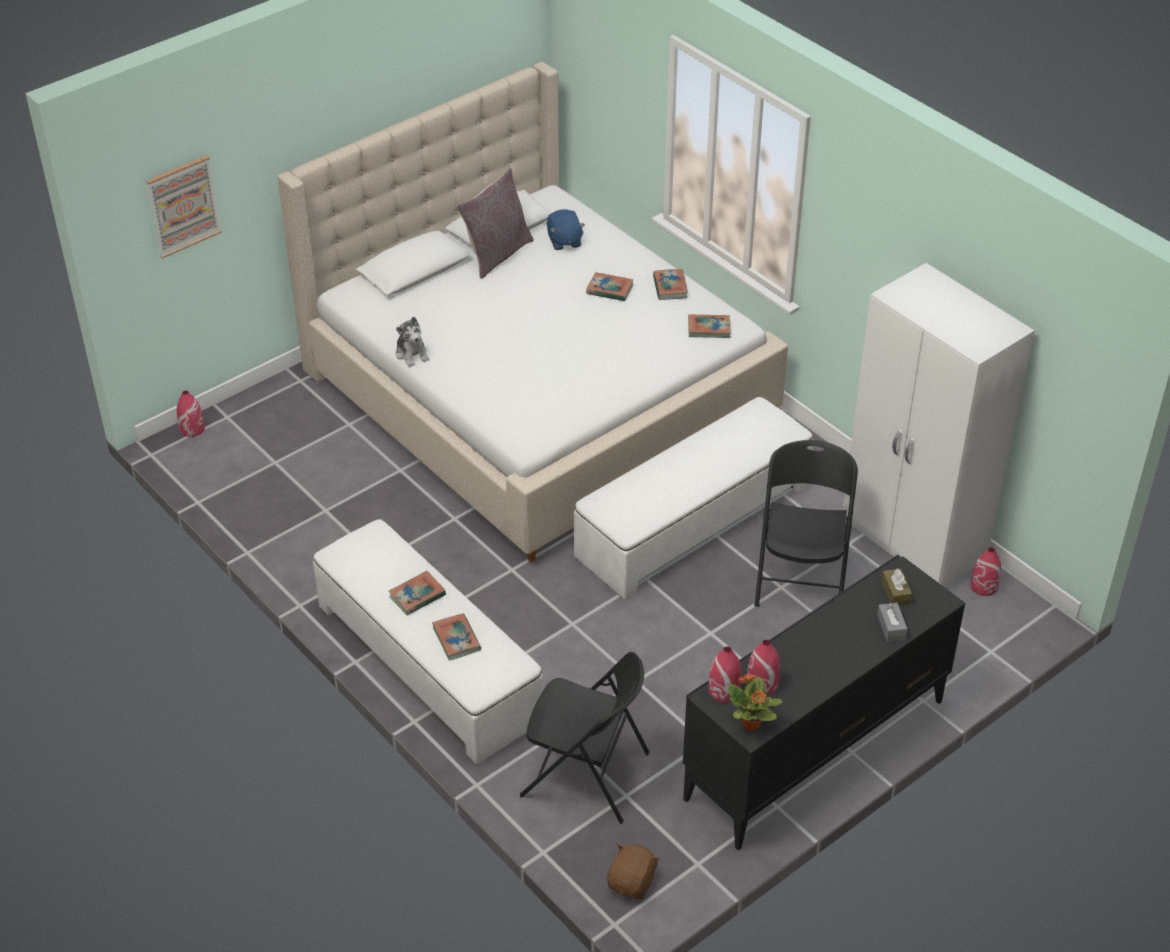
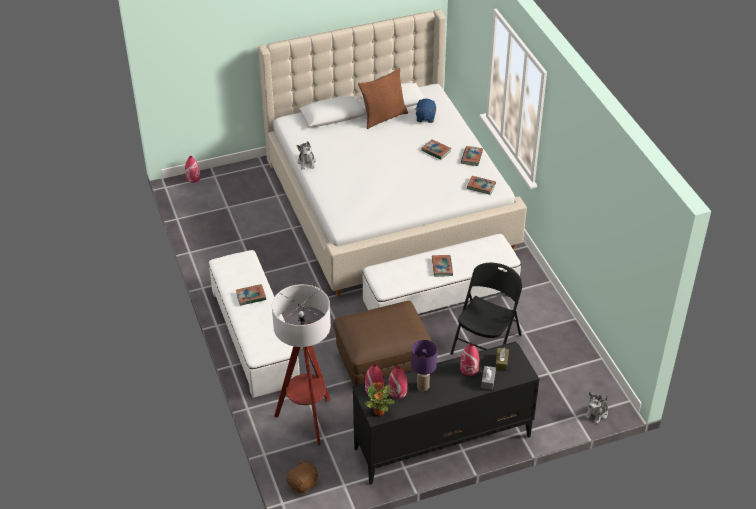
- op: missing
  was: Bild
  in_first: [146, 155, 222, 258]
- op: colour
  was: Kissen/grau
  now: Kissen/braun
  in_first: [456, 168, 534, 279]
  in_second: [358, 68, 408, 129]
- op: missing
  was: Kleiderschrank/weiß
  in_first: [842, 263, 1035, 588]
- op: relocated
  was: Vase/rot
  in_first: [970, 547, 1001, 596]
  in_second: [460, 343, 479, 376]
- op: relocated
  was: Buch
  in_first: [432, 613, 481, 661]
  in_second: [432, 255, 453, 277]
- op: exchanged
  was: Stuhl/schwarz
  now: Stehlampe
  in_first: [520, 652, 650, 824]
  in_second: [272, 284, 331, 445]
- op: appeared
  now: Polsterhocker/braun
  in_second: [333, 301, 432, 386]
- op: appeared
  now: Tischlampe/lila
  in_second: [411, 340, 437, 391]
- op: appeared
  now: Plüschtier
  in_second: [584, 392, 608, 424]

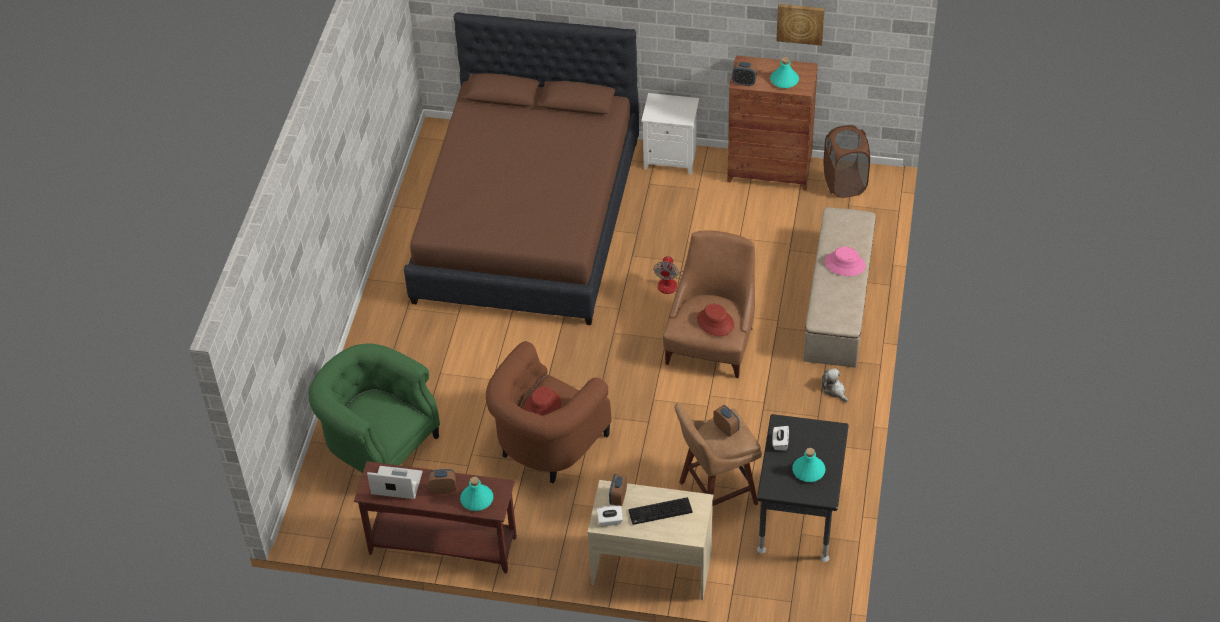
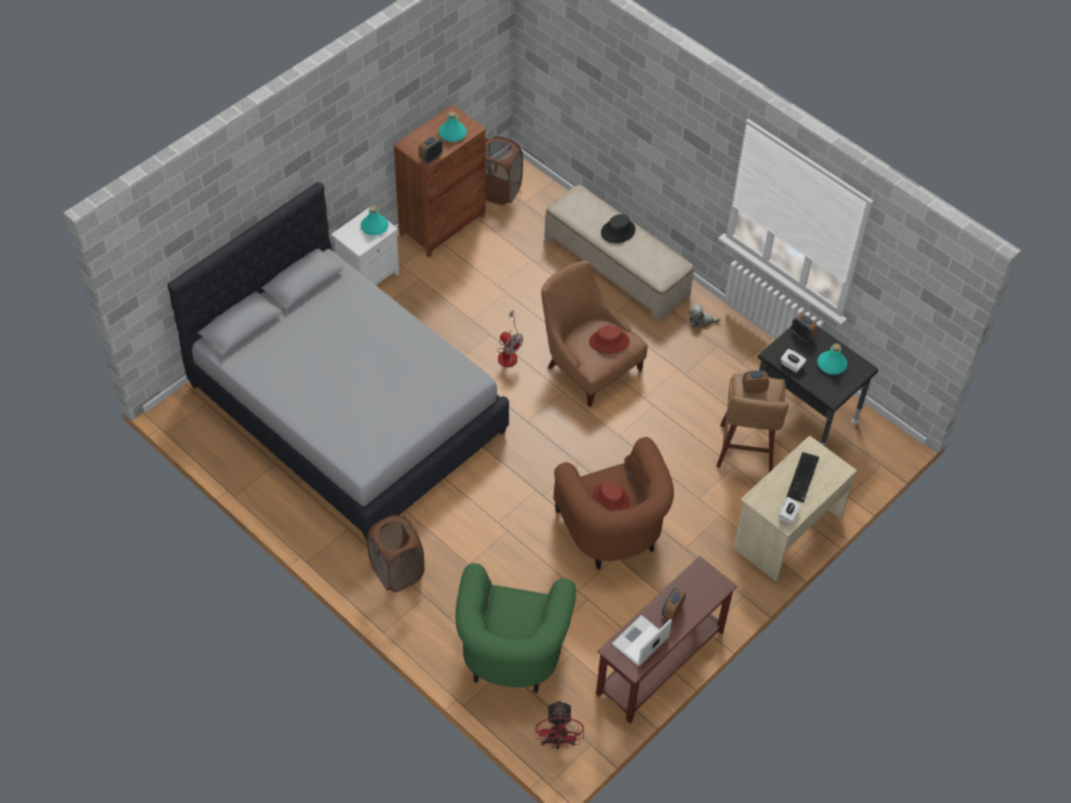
- op: missing
  was: Bild
  in_first: [777, 4, 825, 46]
- op: colour
  was: Bett/braun
  now: Bett/grau
  in_first: [404, 12, 639, 325]
  in_second: [167, 182, 509, 541]
- op: colour
  was: Hut/rosa
  now: Hut/schwarz
  in_first: [824, 247, 866, 276]
  in_second: [601, 214, 636, 243]
- op: spun
  was: Sessel/grün
  in_first: [309, 344, 440, 473]
  in_second: [455, 563, 576, 693]
  clockwise: -60
- op: relocated
  was: Wecker
  in_first: [609, 474, 627, 506]
  in_second: [791, 313, 818, 342]
- op: relocated
  was: Flasche/türkis
  in_first: [460, 477, 493, 511]
  in_second: [360, 206, 389, 236]
- op: appeared
  now: Wäschekorb/braun
  in_second: [367, 515, 425, 592]
- op: appeared
  now: Ventilator/rot
  in_second: [535, 700, 584, 749]

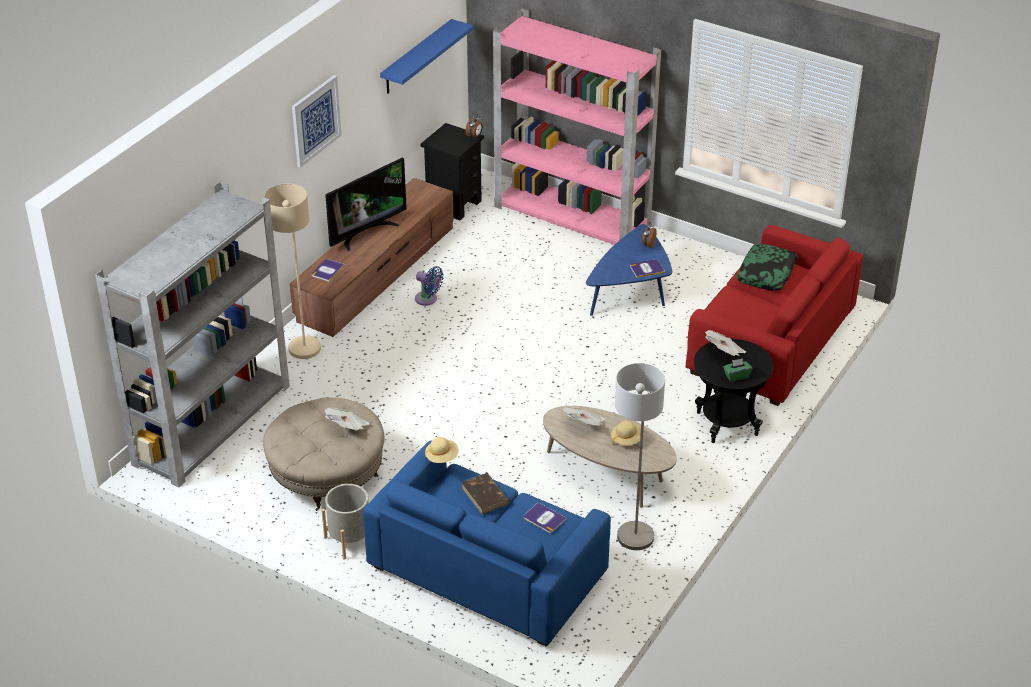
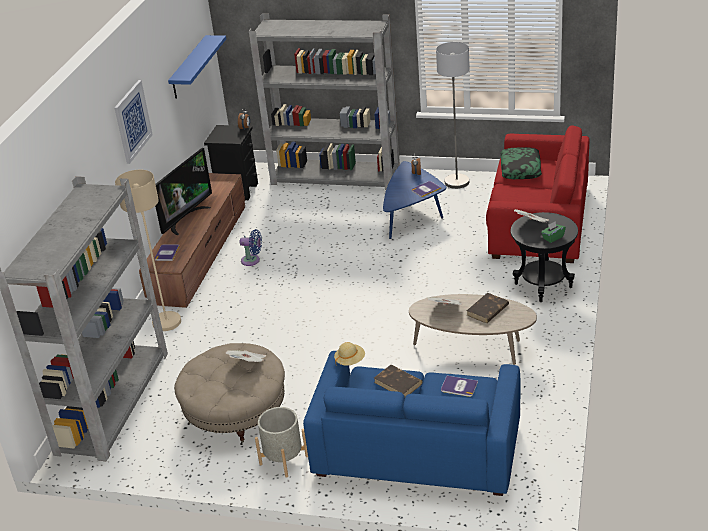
- op: colour
  was: Bücherregal/rosa
  now: Bücherregal/grau
  in_first: [493, 9, 661, 245]
  in_second: [249, 13, 400, 190]
- op: relocated
  was: Stehlampe/grau
  in_first: [615, 363, 665, 550]
  in_second: [436, 42, 469, 189]
- op: exchanged
  was: Hut/beige
  now: Buch/braun
  in_first: [611, 421, 644, 446]
  in_second: [467, 293, 509, 323]

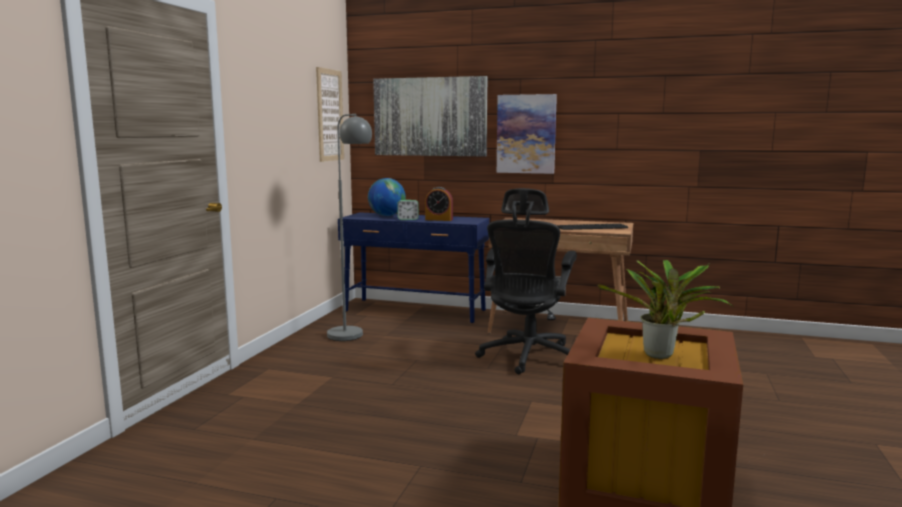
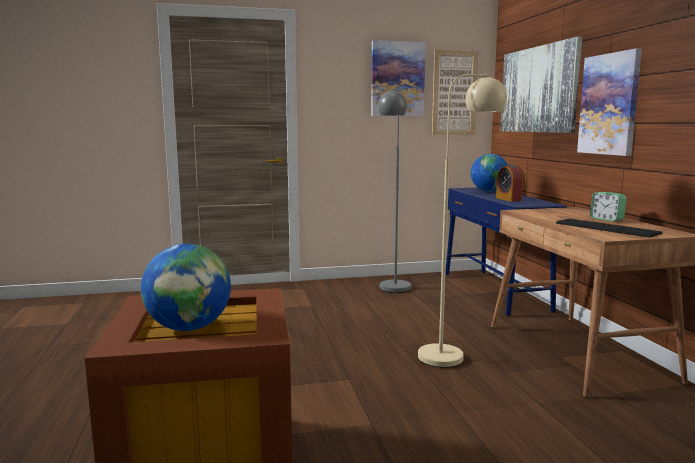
- op: exchanged
  was: Bürostuhl
  now: Stehlampe/beige
  in_first: [475, 188, 577, 374]
  in_second: [418, 74, 507, 368]
- op: relocated
  was: Wecker
  in_first: [397, 200, 419, 220]
  in_second: [590, 192, 627, 222]
- op: exchanged
  was: Topfpflanze
  now: Globus
  in_first: [597, 260, 733, 359]
  in_second: [141, 244, 231, 331]
- op: appeared
  now: Bild
  in_second: [371, 40, 426, 116]

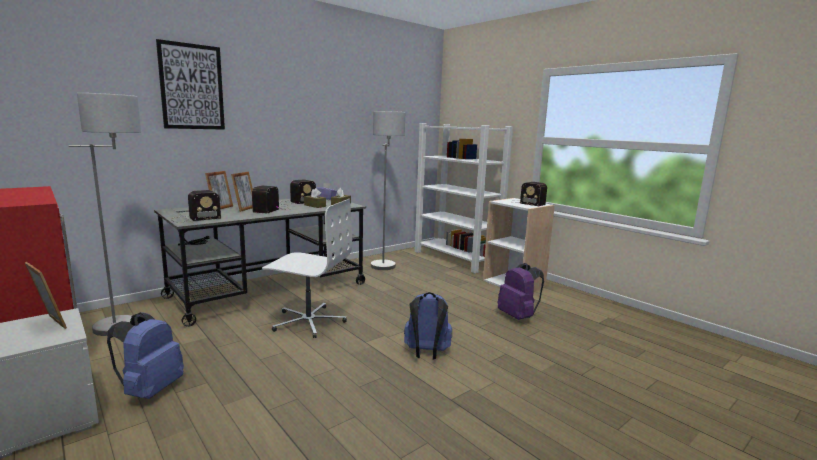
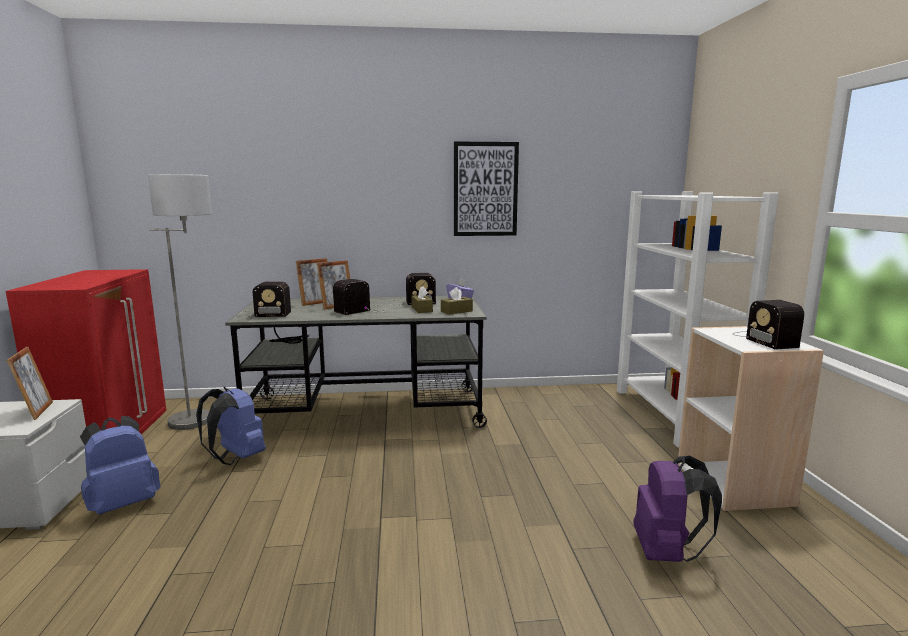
- op: relocated
  was: Bild
  in_first: [156, 39, 225, 130]
  in_second: [454, 141, 519, 236]
- op: missing
  was: Stehlampe/grau
  in_first: [371, 111, 405, 270]
- op: missing
  was: Bürostuhl/weiß
  in_first: [262, 199, 352, 338]
- op: relocated
  was: Rucksack/blau
  in_first: [404, 292, 452, 360]
  in_second: [196, 387, 266, 465]

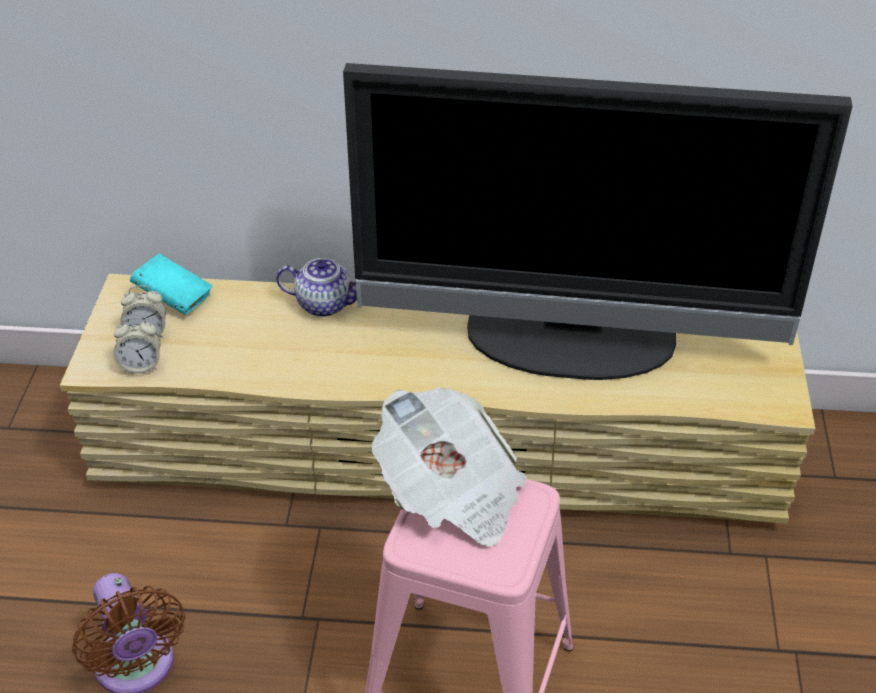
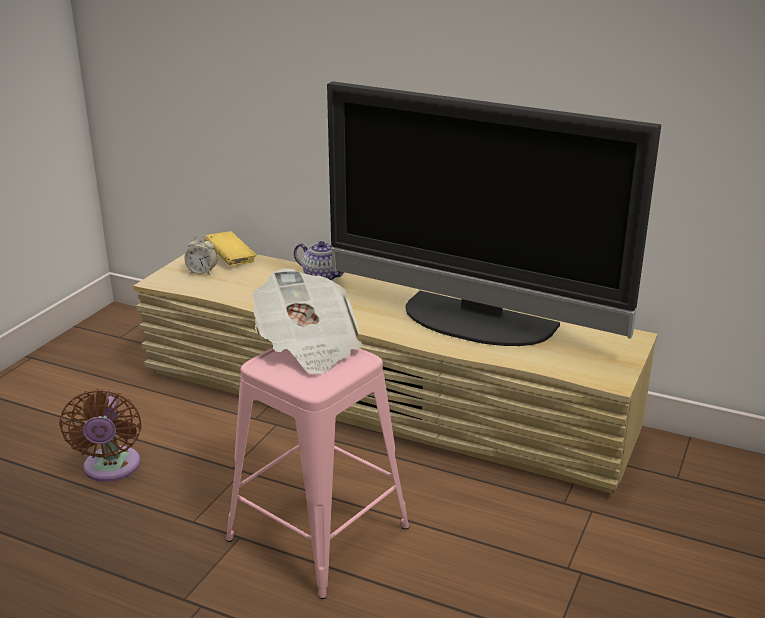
- op: colour
  was: Buch/türkis
  now: Buch/gelb
  in_first: [130, 254, 213, 315]
  in_second: [204, 231, 257, 266]
- op: missing
  was: Wecker
  in_first: [113, 317, 160, 374]

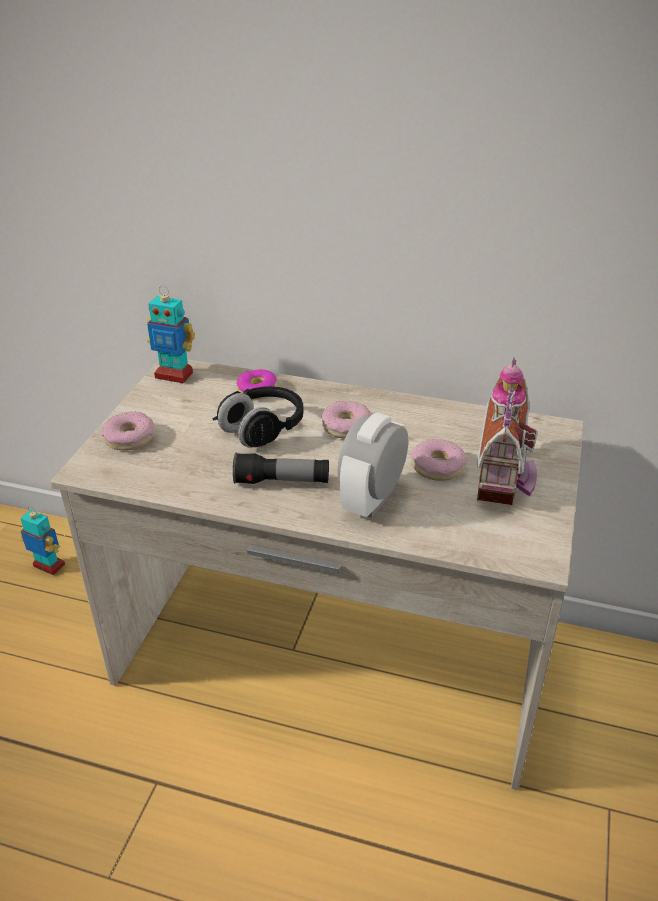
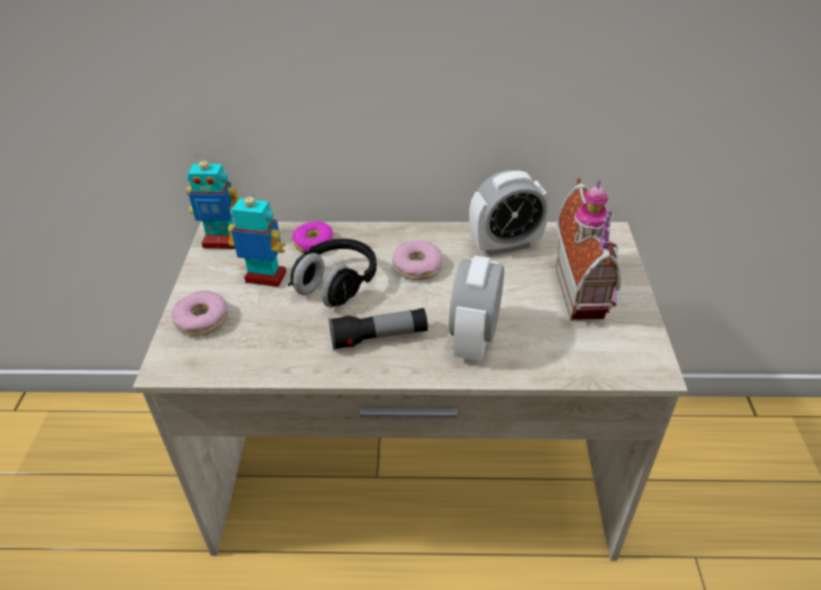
- op: missing
  was: Donut
  in_first: [411, 439, 467, 481]
- op: relocated
  was: Spielzeugroboter
  in_first: [20, 507, 65, 575]
  in_second: [228, 189, 286, 287]
- op: appeared
  now: Wecker
  in_second: [469, 170, 550, 256]

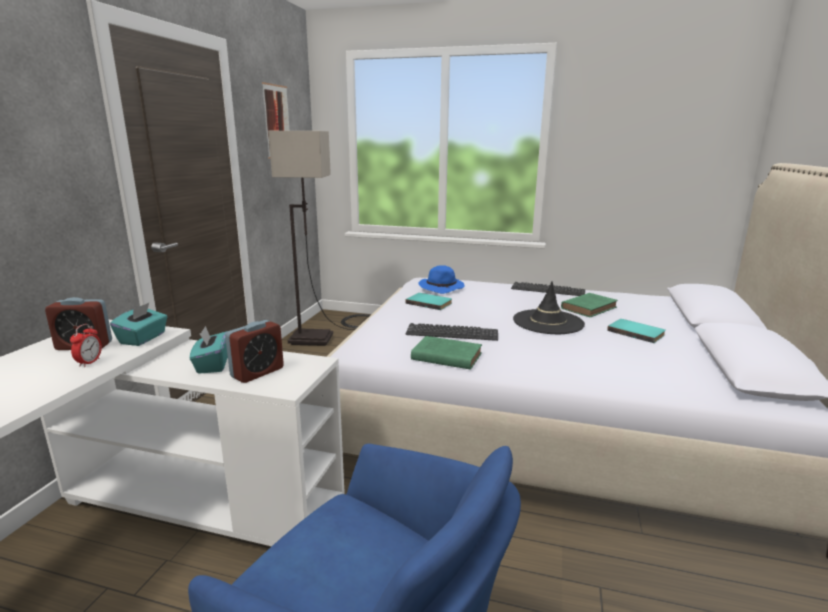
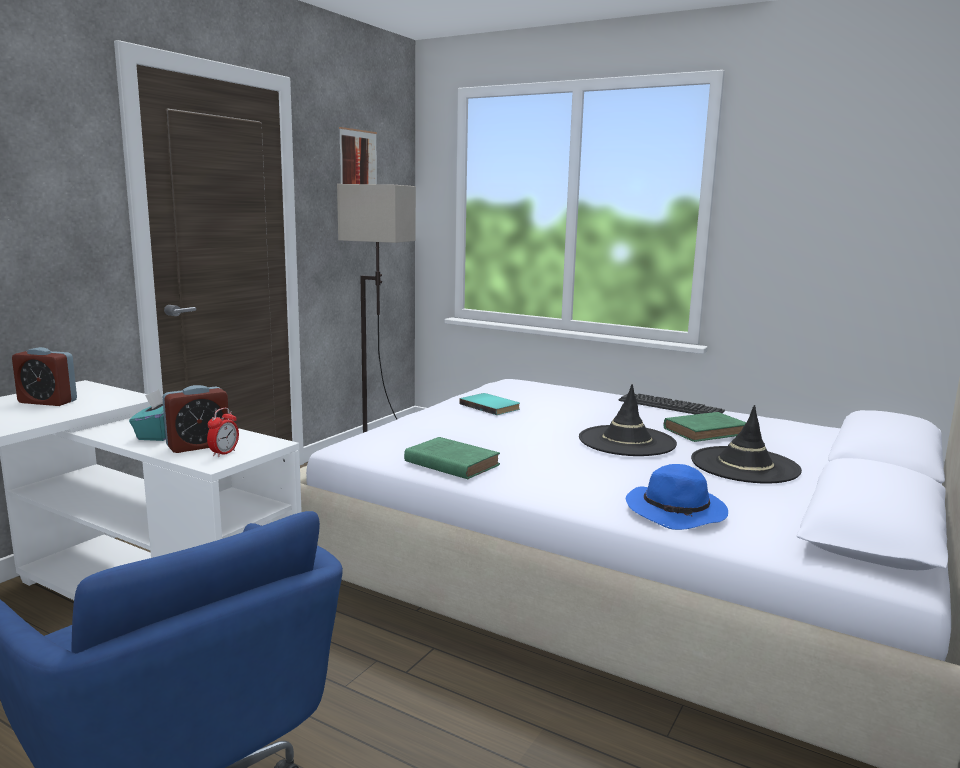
- op: relocated
  was: Hut/blau
  in_first: [418, 265, 465, 294]
  in_second: [626, 464, 728, 530]
- op: missing
  was: Taschentuchbox/türkis
  in_first: [110, 303, 167, 346]
- op: exchanged
  was: Buch/türkis
  now: Hut/schwarz
  in_first: [607, 319, 666, 343]
  in_second: [691, 405, 802, 483]
- op: missing
  was: Tastatur
  in_first: [406, 323, 498, 341]
- op: relocated
  was: Wecker
  in_first: [70, 324, 102, 367]
  in_second: [207, 408, 239, 458]

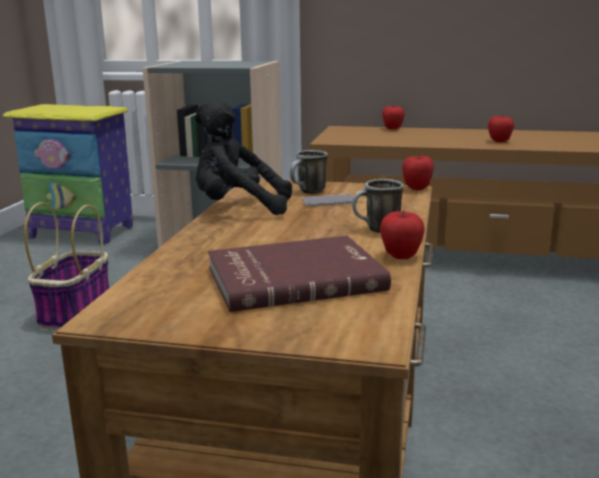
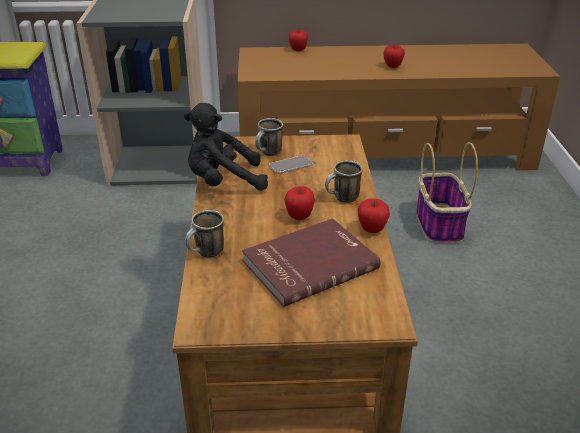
- op: relocated
  was: Apfel
  in_first: [402, 156, 434, 190]
  in_second: [284, 186, 315, 220]
- op: relocated
  was: Korb
  in_first: [24, 202, 109, 330]
  in_second: [416, 142, 478, 243]
- op: appeared
  now: Henkelbecher
  in_second: [185, 210, 224, 257]

